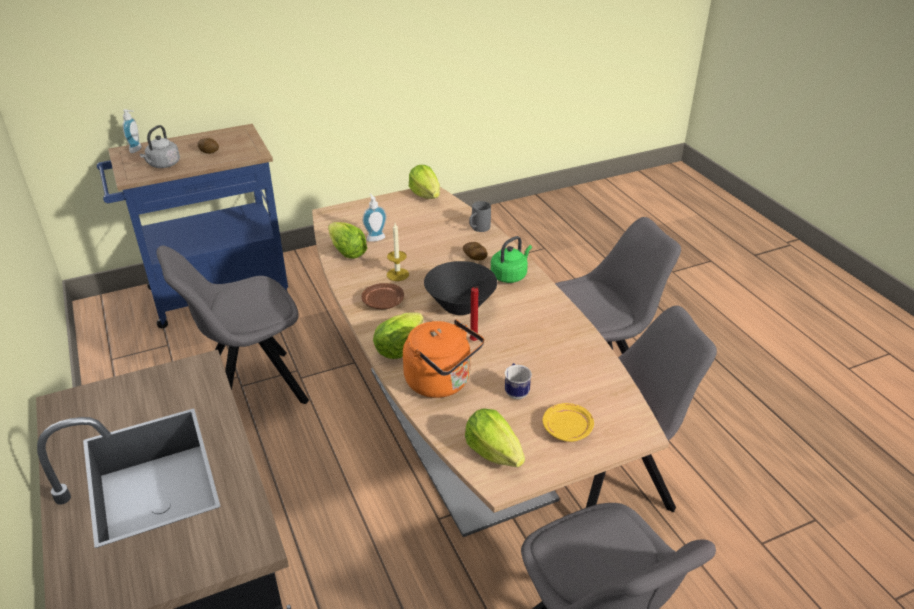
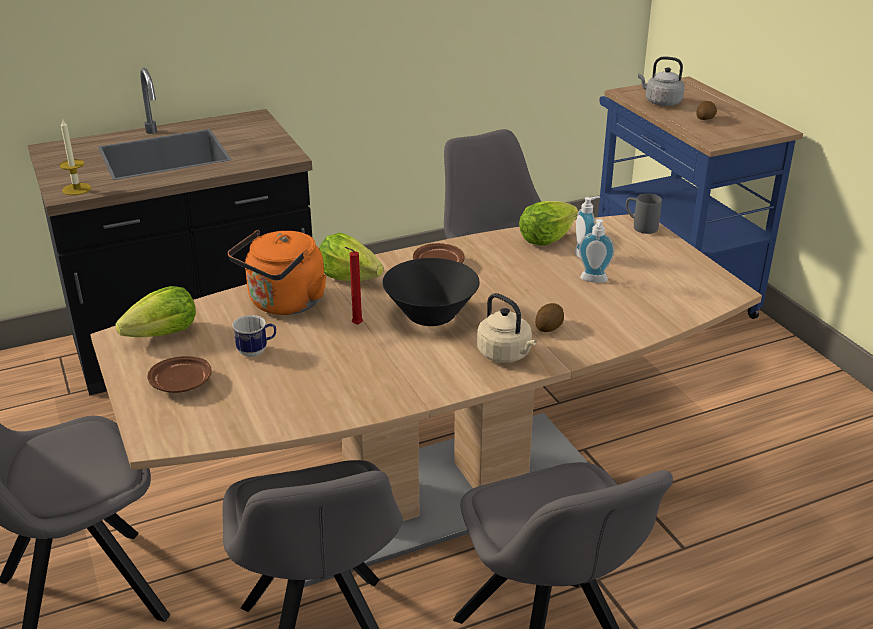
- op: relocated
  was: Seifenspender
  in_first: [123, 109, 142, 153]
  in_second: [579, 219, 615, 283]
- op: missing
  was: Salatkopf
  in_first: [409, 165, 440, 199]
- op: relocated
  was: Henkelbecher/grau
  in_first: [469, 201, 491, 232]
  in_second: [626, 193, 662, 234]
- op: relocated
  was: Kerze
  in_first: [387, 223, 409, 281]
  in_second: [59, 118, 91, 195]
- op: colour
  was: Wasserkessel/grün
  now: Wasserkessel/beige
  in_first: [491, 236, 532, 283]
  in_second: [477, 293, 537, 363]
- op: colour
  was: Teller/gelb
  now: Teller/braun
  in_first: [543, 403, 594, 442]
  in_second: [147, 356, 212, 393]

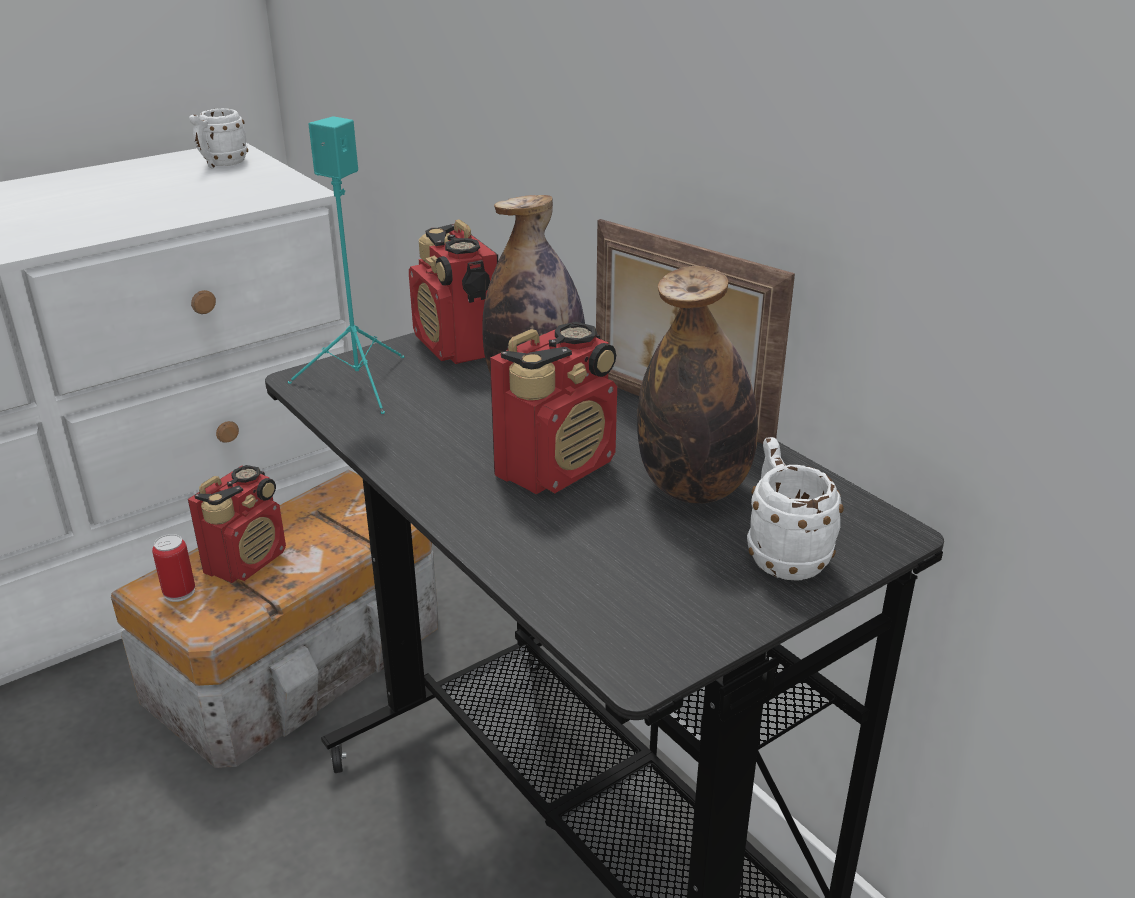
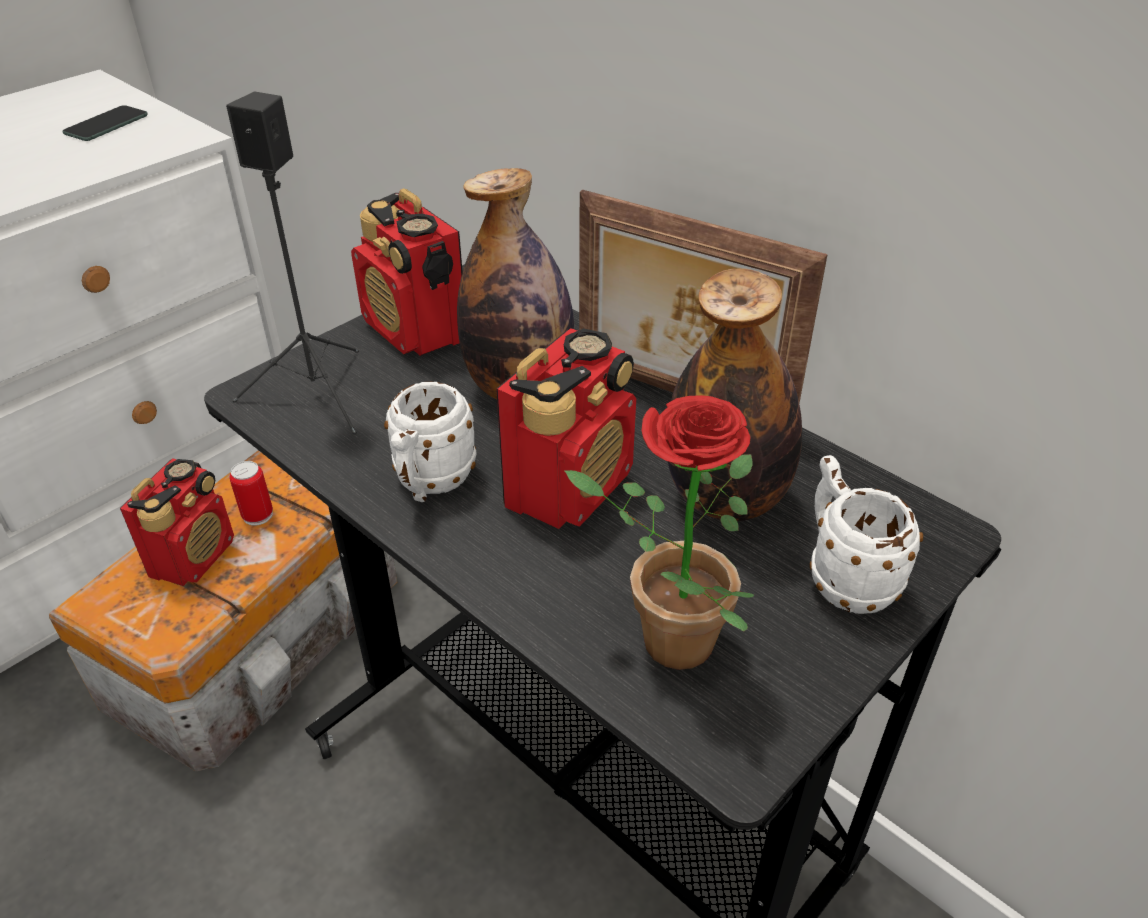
- op: relocated
  was: Henkelbecher/weiß
  in_first: [189, 108, 248, 168]
  in_second: [384, 382, 477, 502]
- op: colour
  was: Lautsprecher/türkis
  now: Lautsprecher/schwarz
  in_first: [288, 116, 404, 414]
  in_second: [226, 91, 359, 434]
- op: relocated
  was: Dose
  in_first: [152, 534, 195, 602]
  in_second: [229, 461, 273, 526]
- op: appeared
  now: Handy
  in_second: [63, 105, 148, 141]
- op: appeared
  now: Topfpflanze
  in_second: [565, 395, 754, 670]

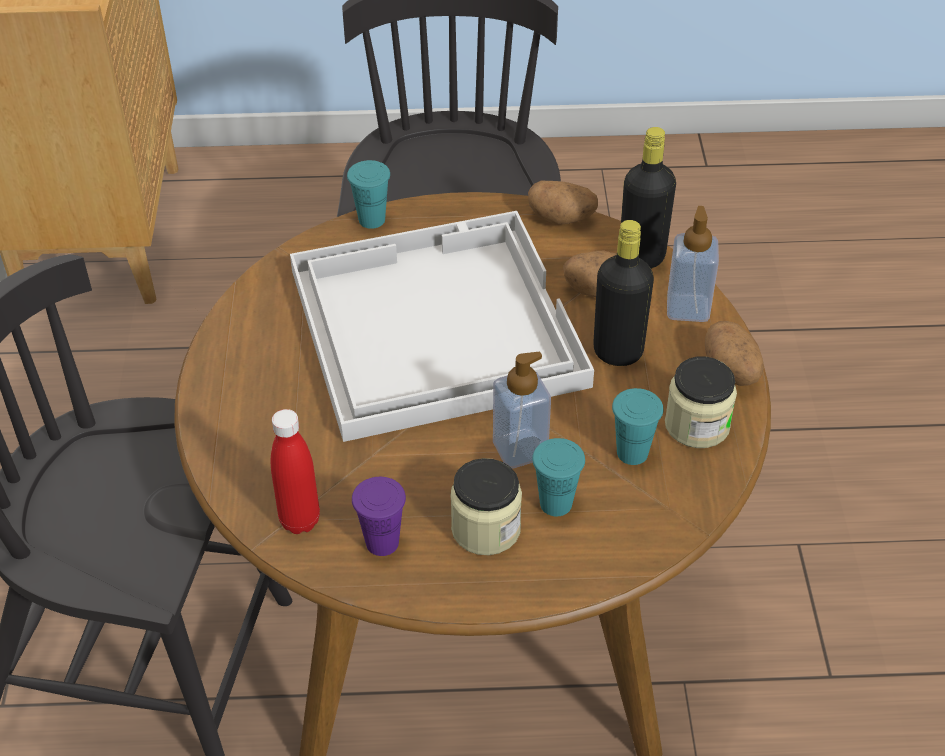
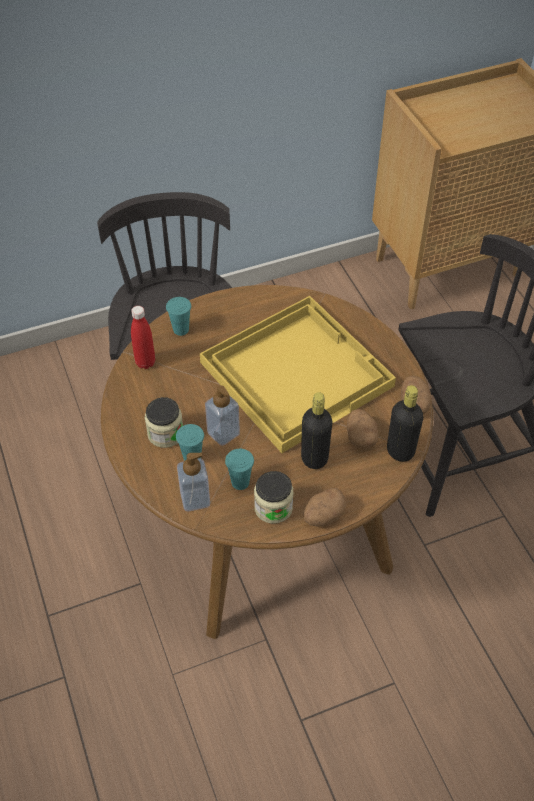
- op: relocated
  was: Tasse/türkis
  in_first: [347, 160, 390, 229]
  in_second: [166, 297, 191, 336]
- op: relocated
  was: Seifenspender
  in_first: [667, 206, 719, 322]
  in_second: [177, 453, 210, 512]
- op: colour
  was: Tablett/weiß
  now: Tablett/gelb
  in_first: [290, 211, 594, 442]
  in_second: [200, 296, 396, 453]
- op: missing
  was: Tasse/lila
  in_first: [352, 477, 406, 556]

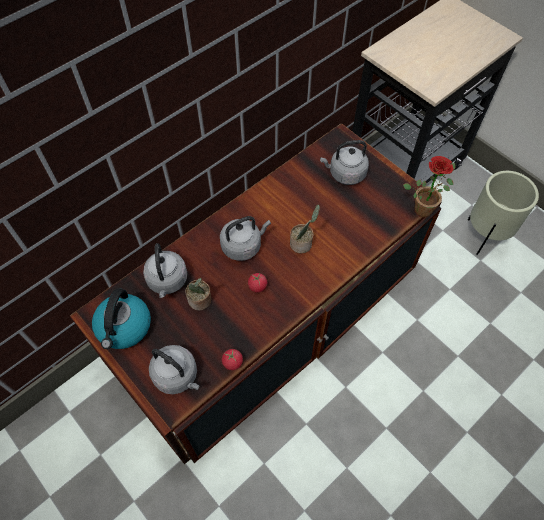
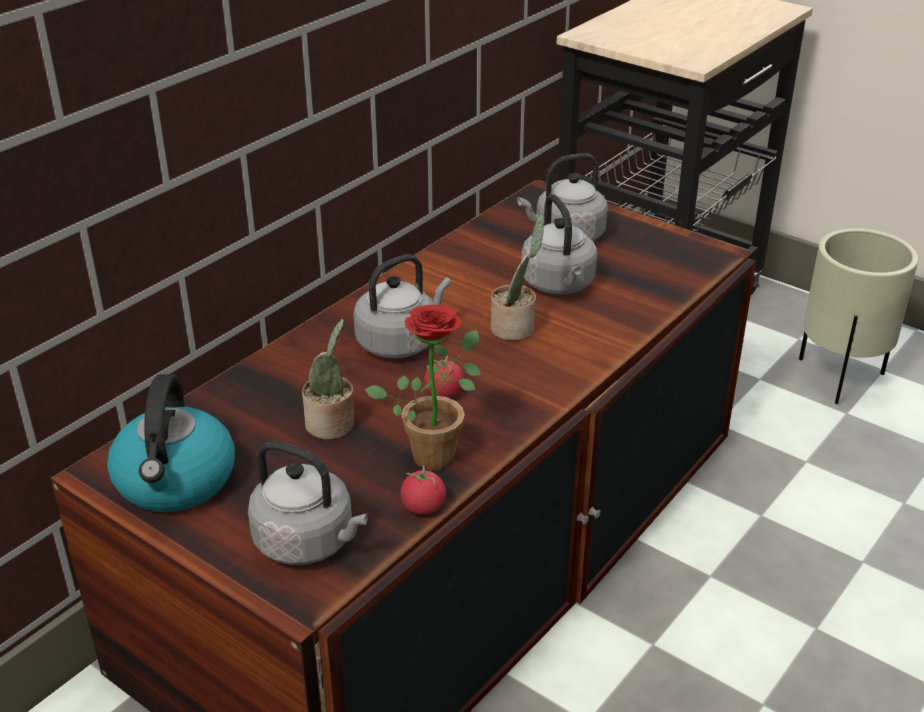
- op: relocated
  was: Topfpflanze
  in_first: [403, 156, 456, 217]
  in_second: [365, 305, 480, 471]
- op: relocated
  was: Wasserkessel/grau
  in_first: [143, 243, 188, 298]
  in_second: [521, 194, 597, 295]

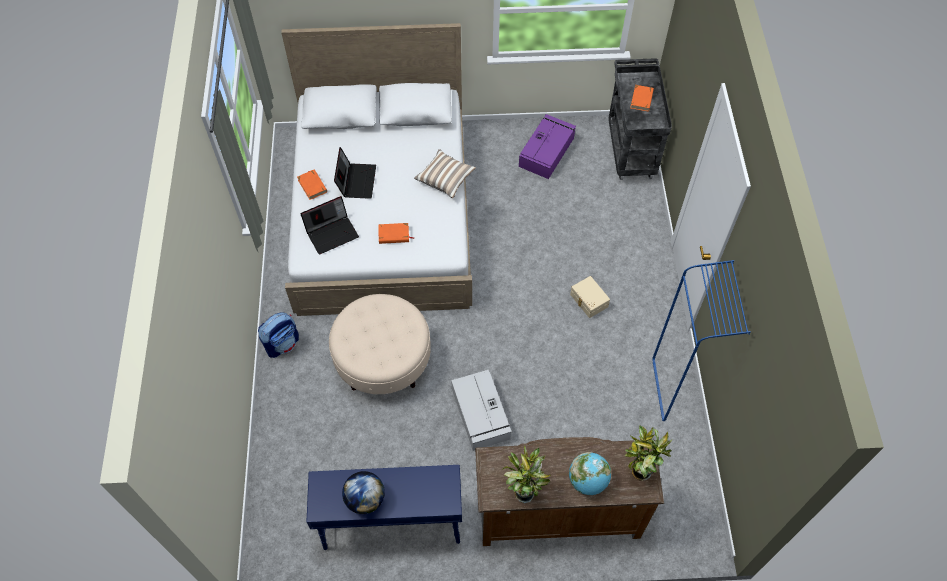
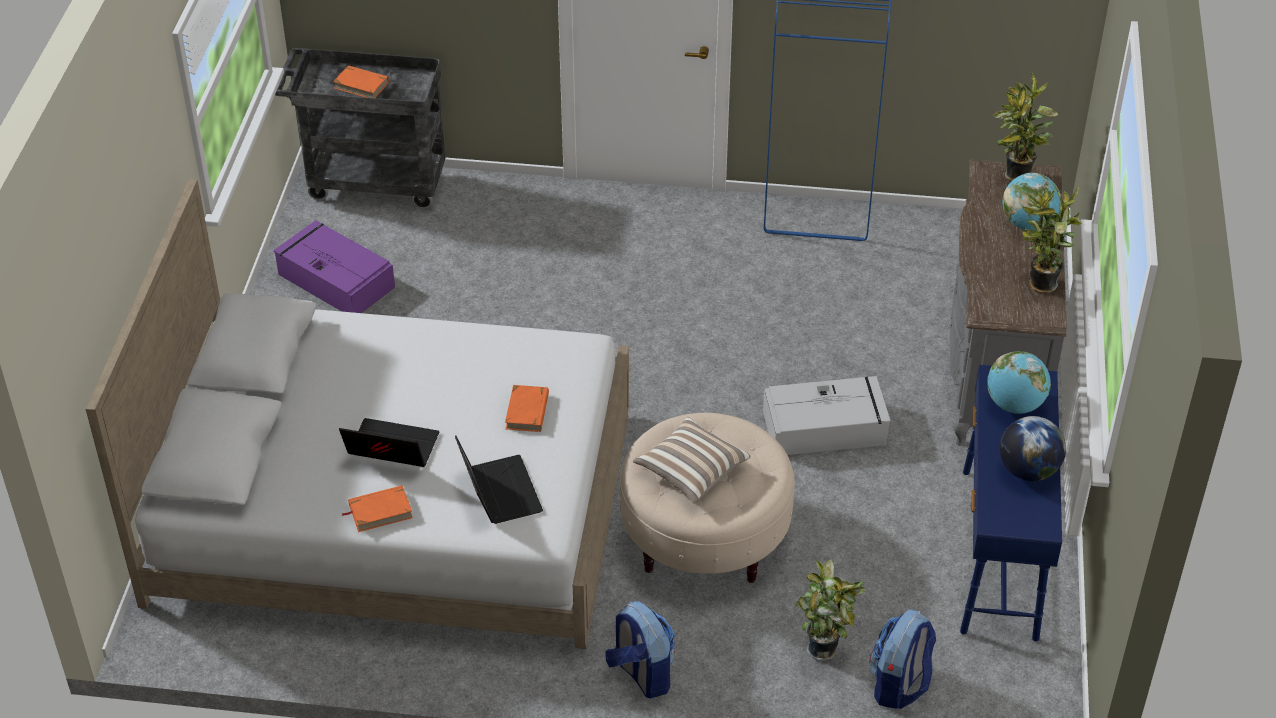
- op: relocated
  was: Kissen
  in_first: [414, 149, 476, 198]
  in_second: [633, 417, 751, 504]
- op: missing
  was: Aufbewahrungsbox/beige
  in_first: [570, 276, 610, 318]
- op: appeared
  now: Globus
  in_second: [987, 351, 1051, 414]
- op: appeared
  now: Topfpflanze
  in_second: [795, 559, 866, 661]
- op: appeared
  now: Rucksack
  in_second: [869, 610, 936, 709]

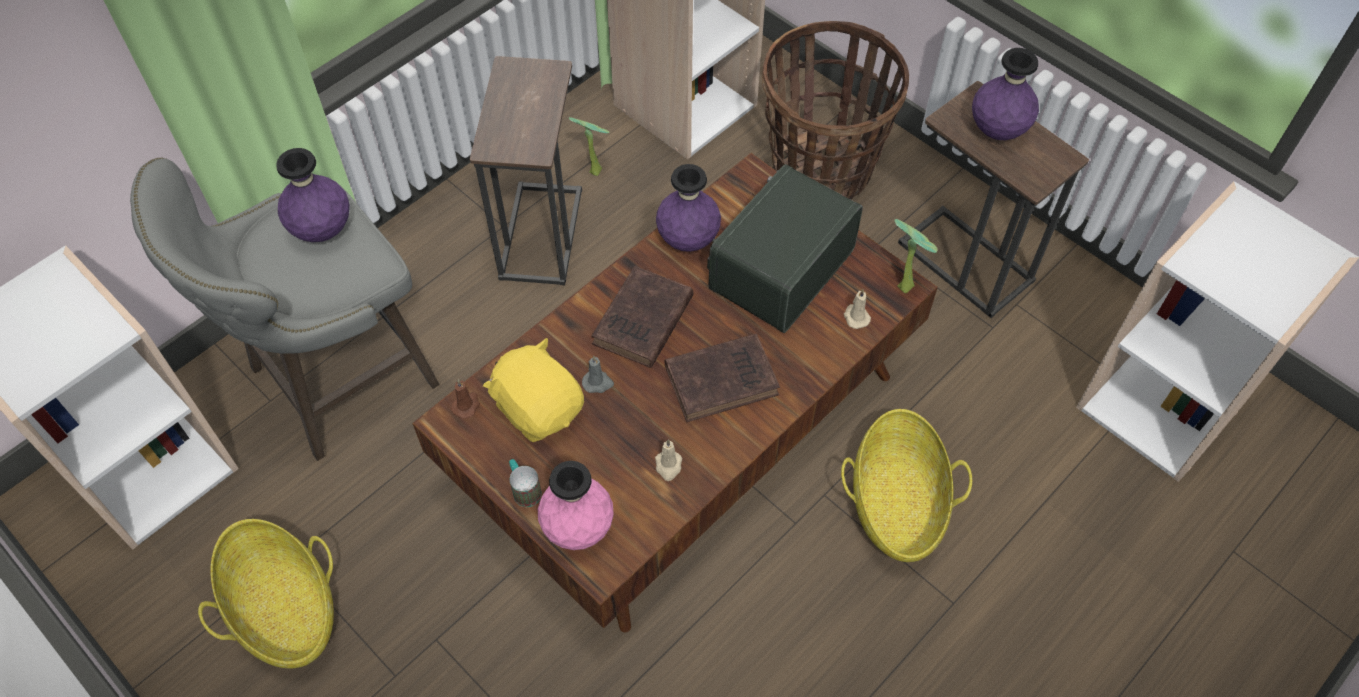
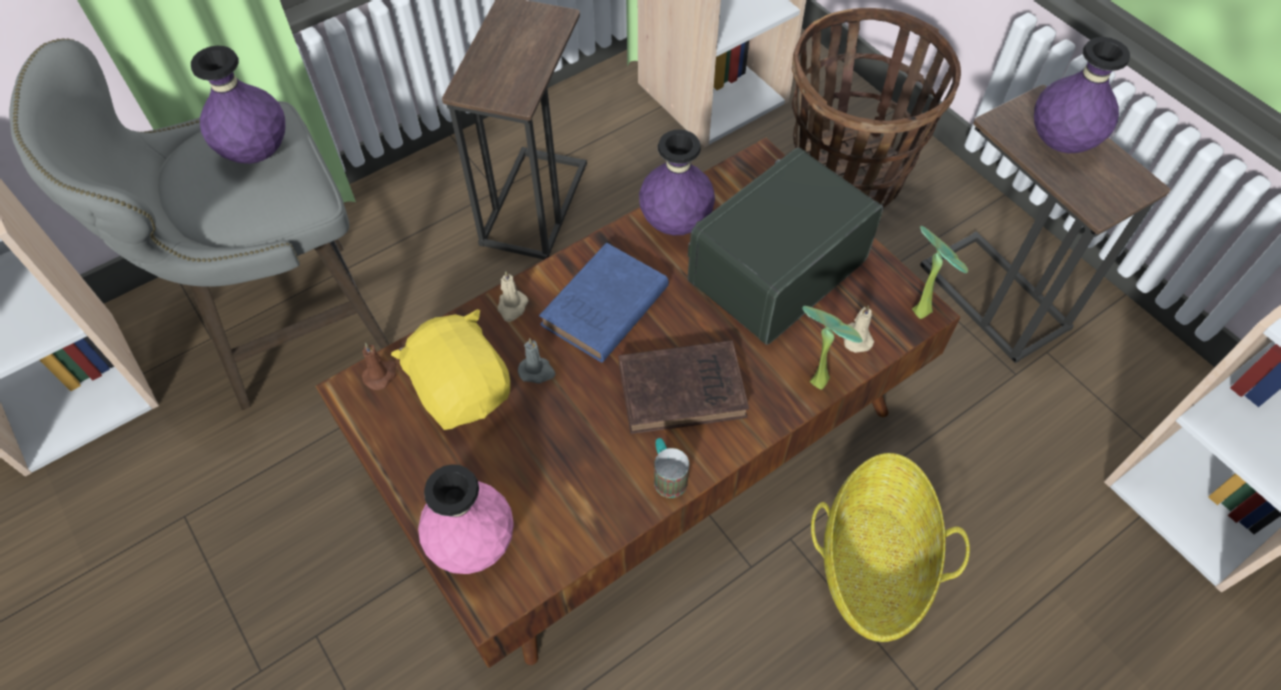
- op: relocated
  was: Topfpflanze
  in_first: [569, 117, 609, 176]
  in_second: [802, 306, 863, 389]
- op: colour
  was: Buch/braun
  now: Buch/blau
  in_first: [591, 266, 693, 368]
  in_second: [539, 243, 669, 363]
- op: relocated
  was: Kerze/beige
  in_first: [655, 439, 682, 481]
  in_second: [498, 271, 528, 322]
- op: relocated
  was: Henkelbecher
  in_first: [509, 459, 542, 507]
  in_second: [654, 438, 689, 498]
- op: missing
  was: Korb
  in_first: [198, 519, 334, 669]

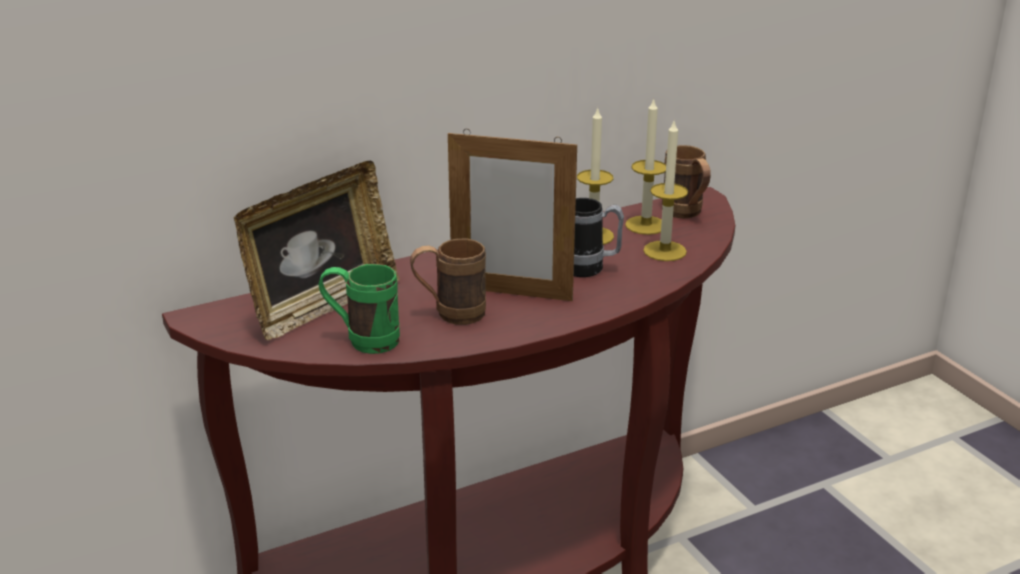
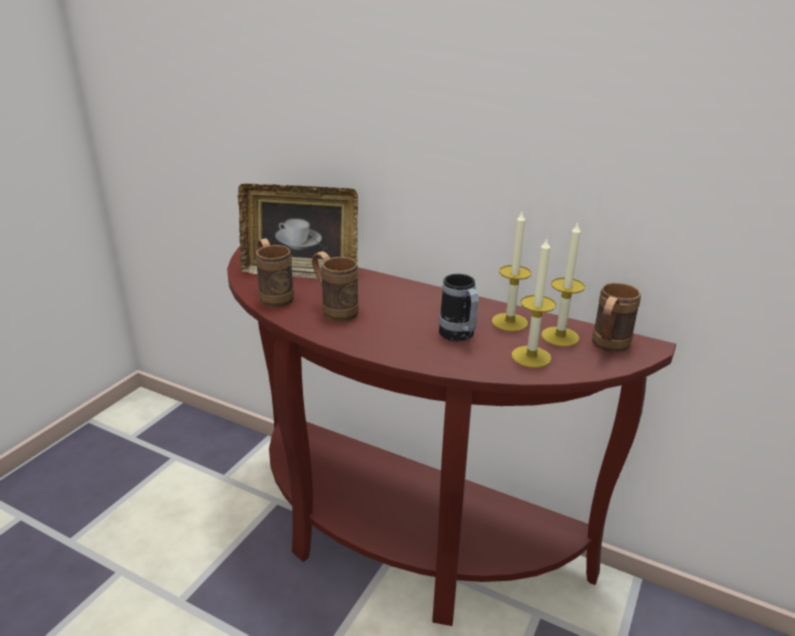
- op: missing
  was: Bilderrahmen
  in_first: [448, 129, 577, 301]
- op: colour
  was: Henkelbecher/grün
  now: Henkelbecher/braun
  in_first: [318, 264, 400, 354]
  in_second: [256, 238, 294, 308]

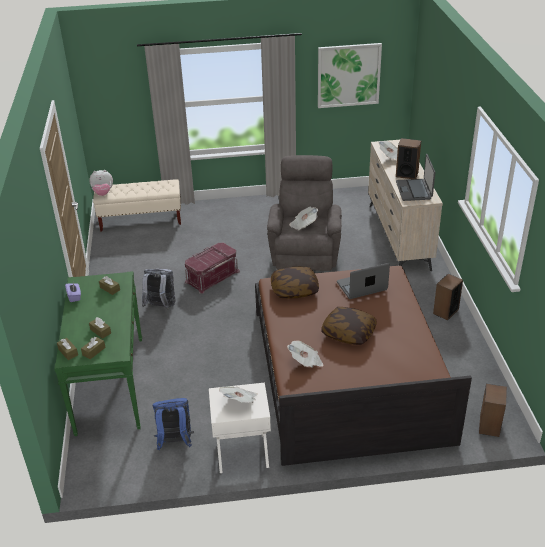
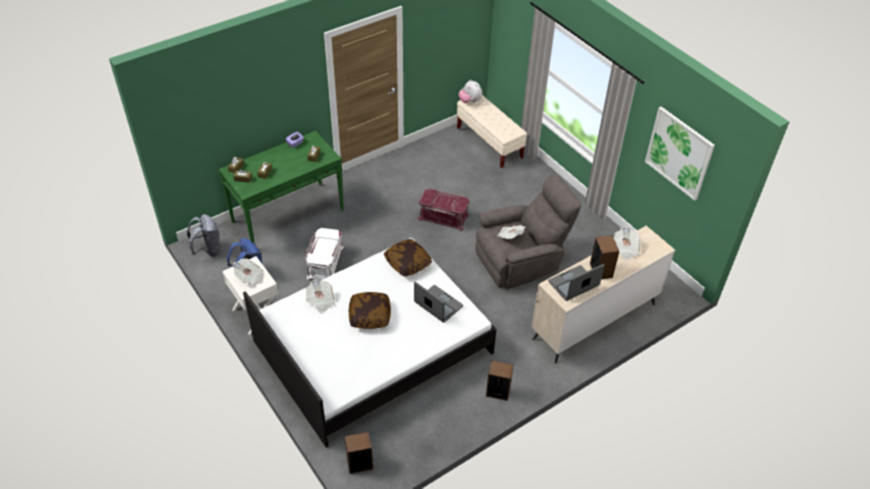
- op: colour
  was: Bett/braun
  now: Bett/weiß
  in_first: [255, 266, 472, 466]
  in_second: [243, 238, 496, 448]
- op: relocated
  was: Rucksack/grau
  in_first: [142, 269, 176, 309]
  in_second: [187, 214, 221, 257]
- op: appeared
  now: Aufbewahrungsbox/weiß
  in_second: [304, 228, 345, 280]

